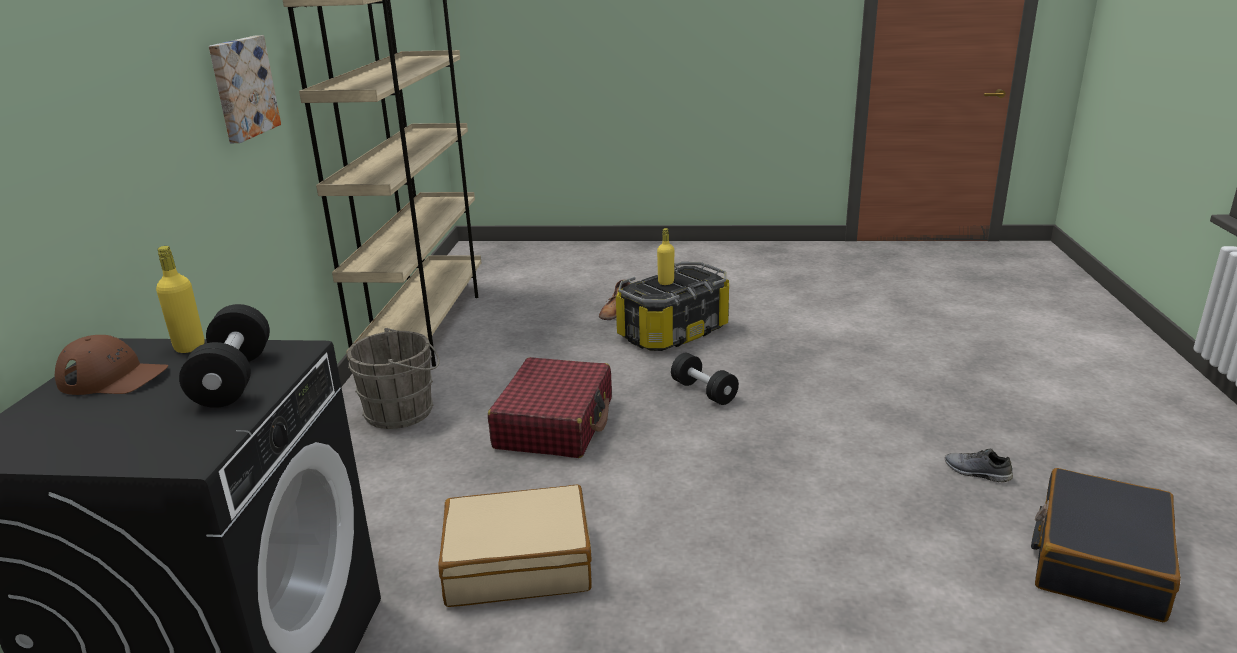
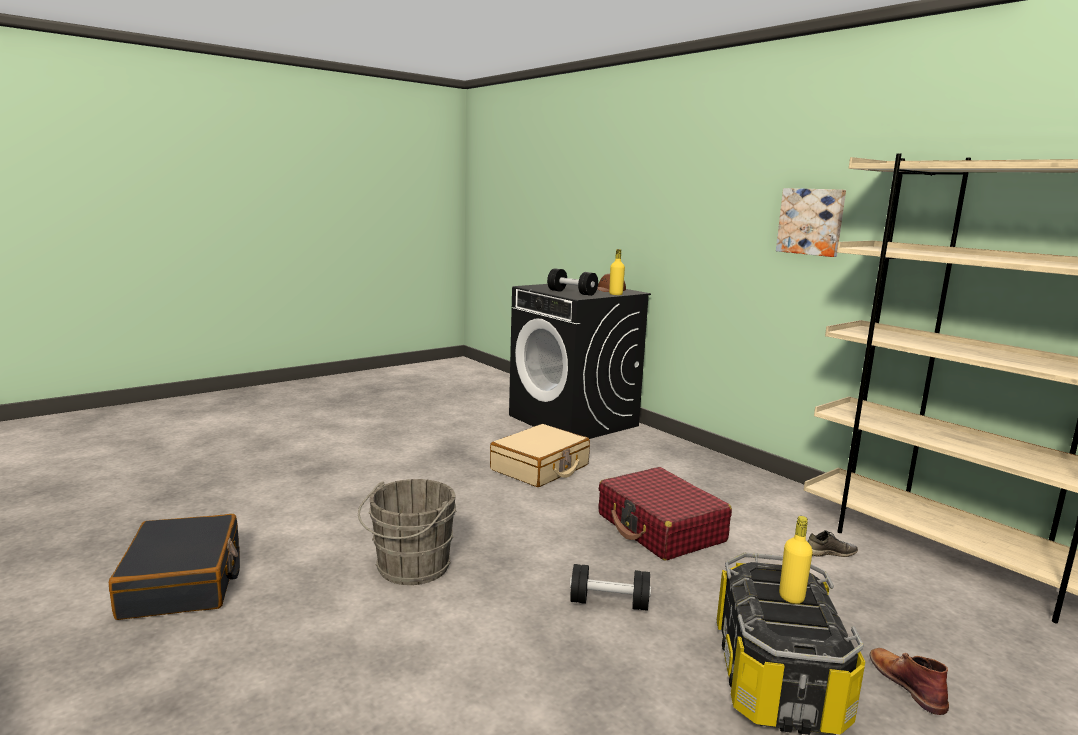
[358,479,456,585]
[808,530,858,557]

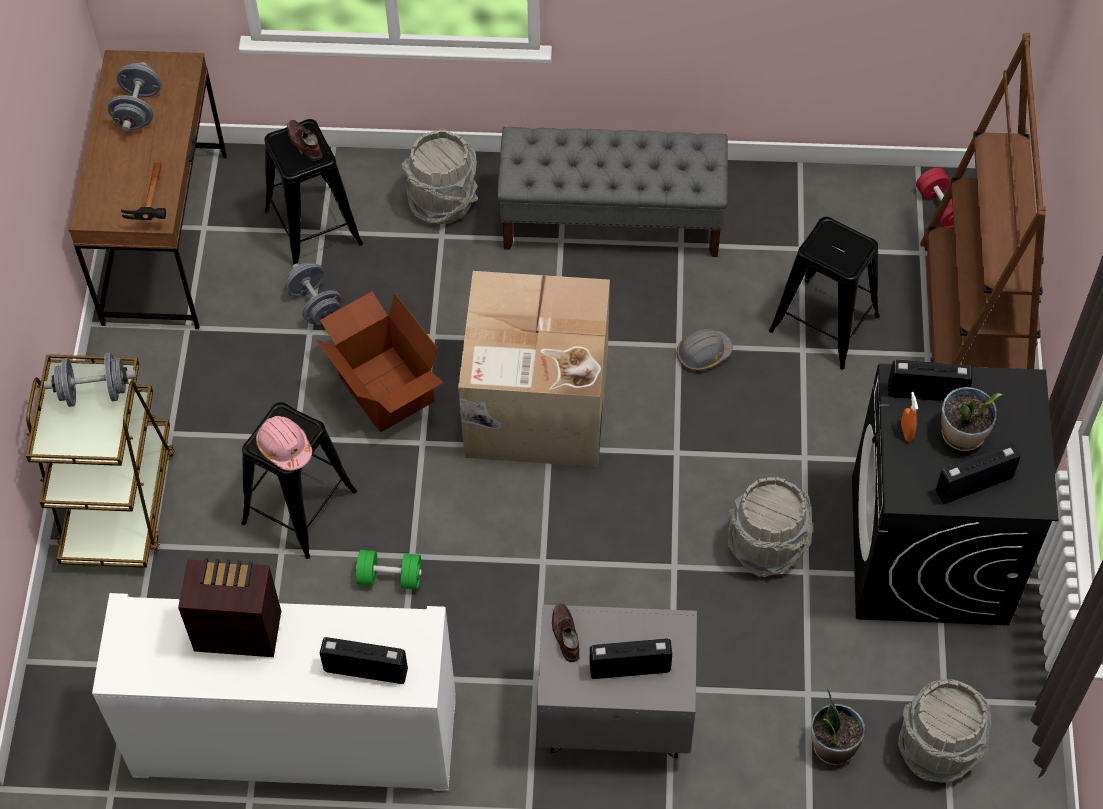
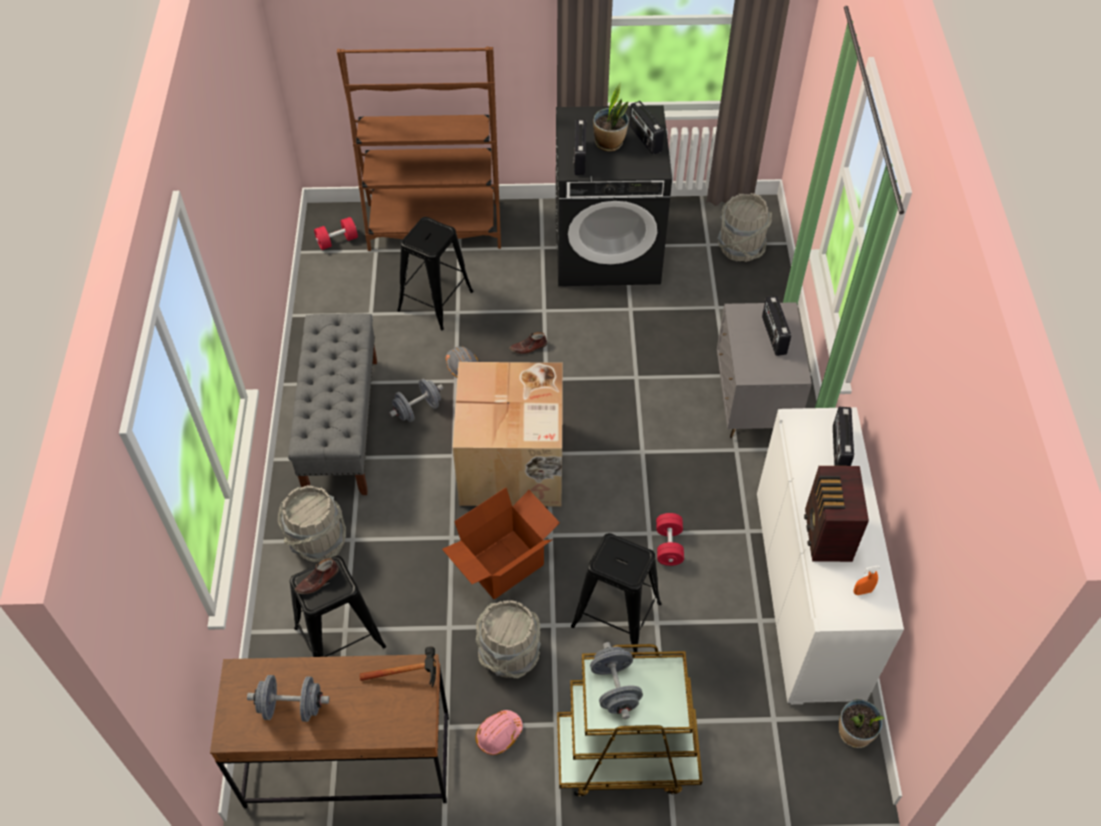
[476,710,523,755]
[389,379,443,422]
[510,332,547,354]
[476,600,541,678]
[839,699,885,748]
[853,566,880,595]
[656,513,684,566]

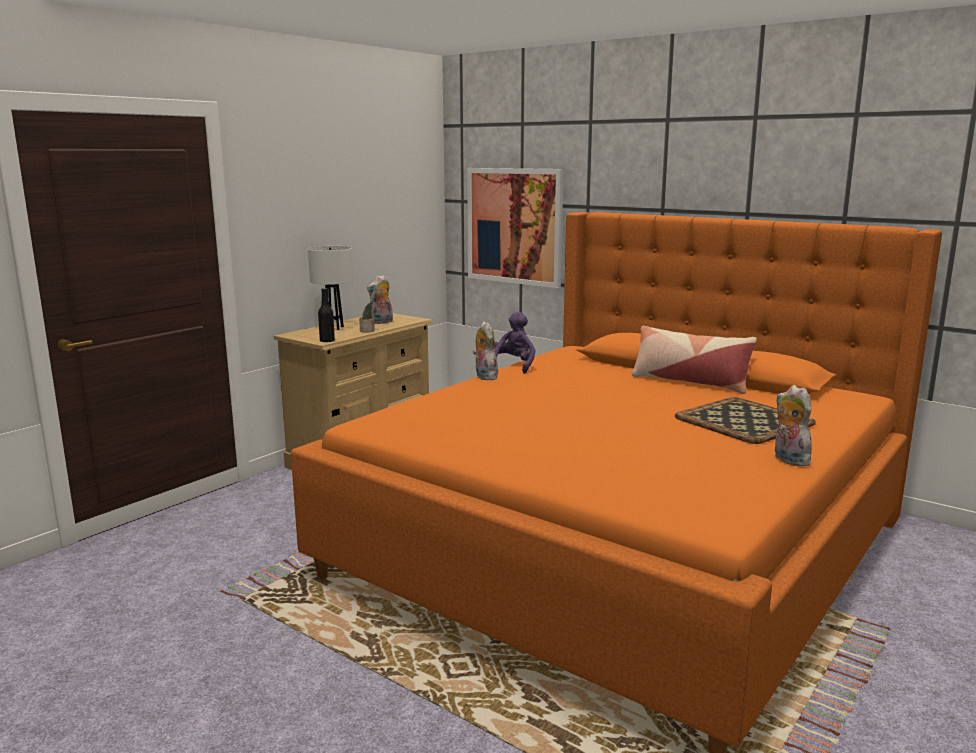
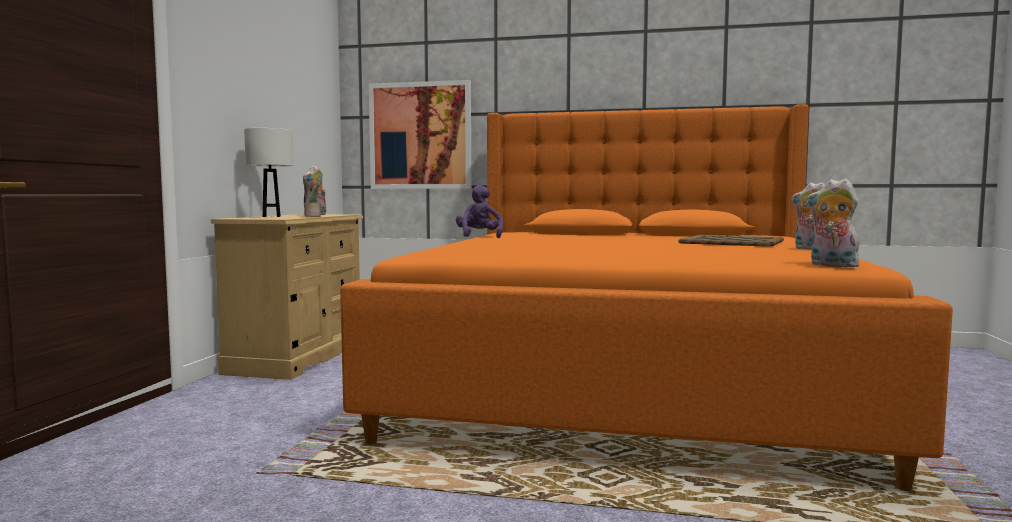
[318,288,335,343] (first image)
[632,326,757,394] (first image)
[806,179,859,267]

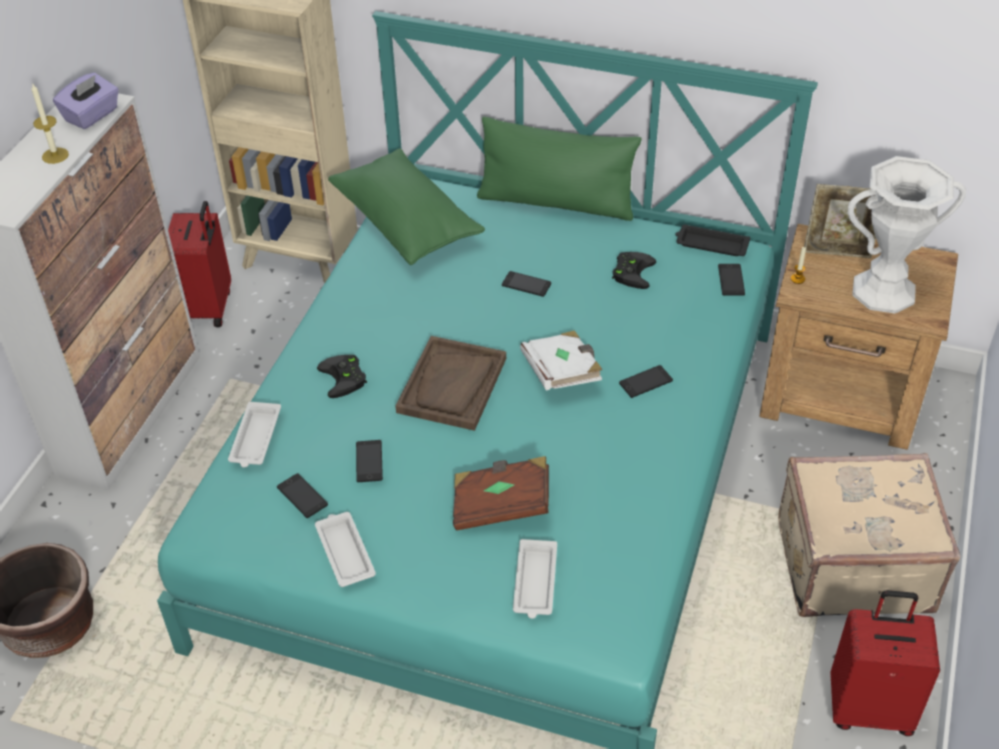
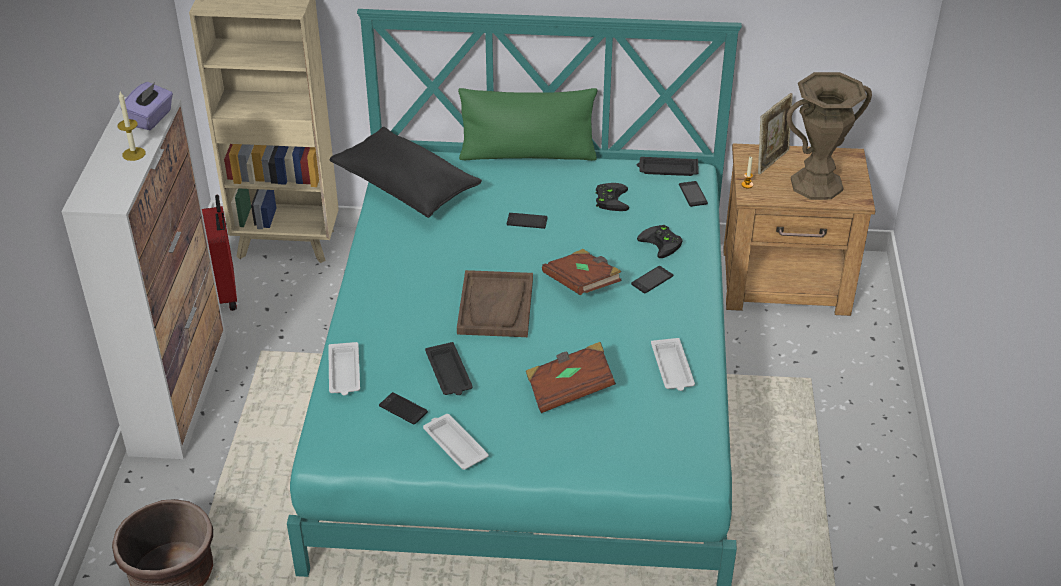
[778,453,961,617] (first image)
[830,590,940,736] (first image)
[637,225,683,258]
[651,338,695,391]
[425,342,473,395]
[329,127,482,218]
[542,249,621,295]
[786,72,872,200]
[758,93,793,175]

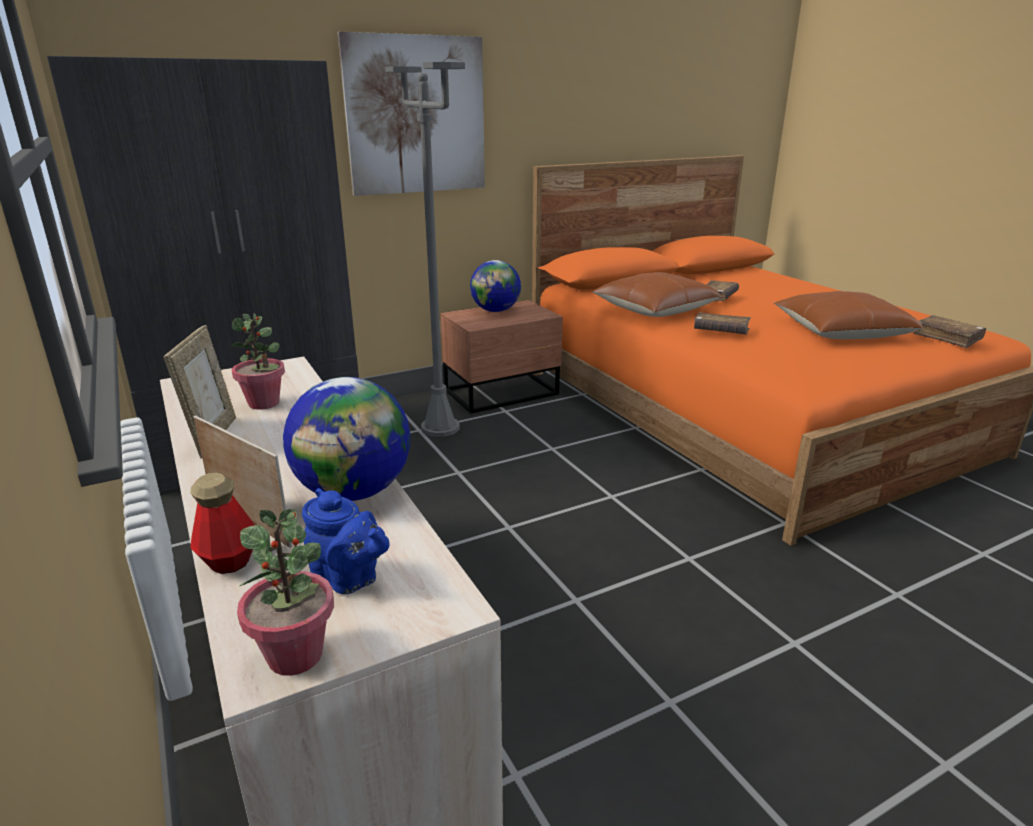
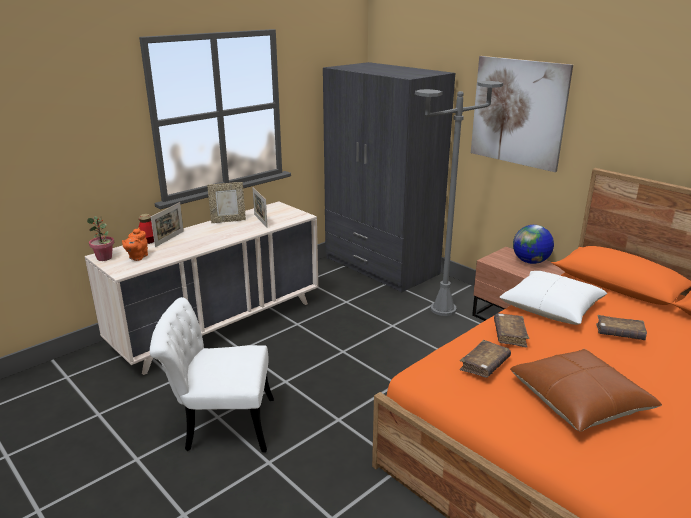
[283,377,411,501] (first image)
[150,297,274,452]
[460,340,511,378]
[252,187,268,228]
[122,227,148,261]
[500,271,607,325]

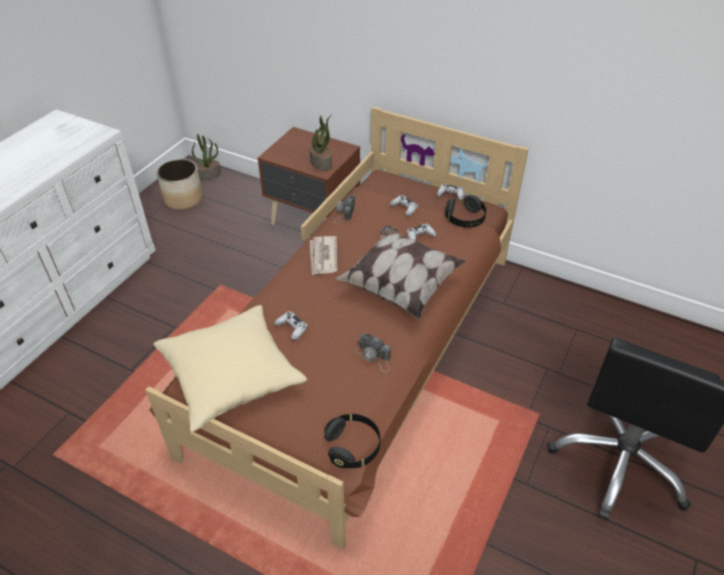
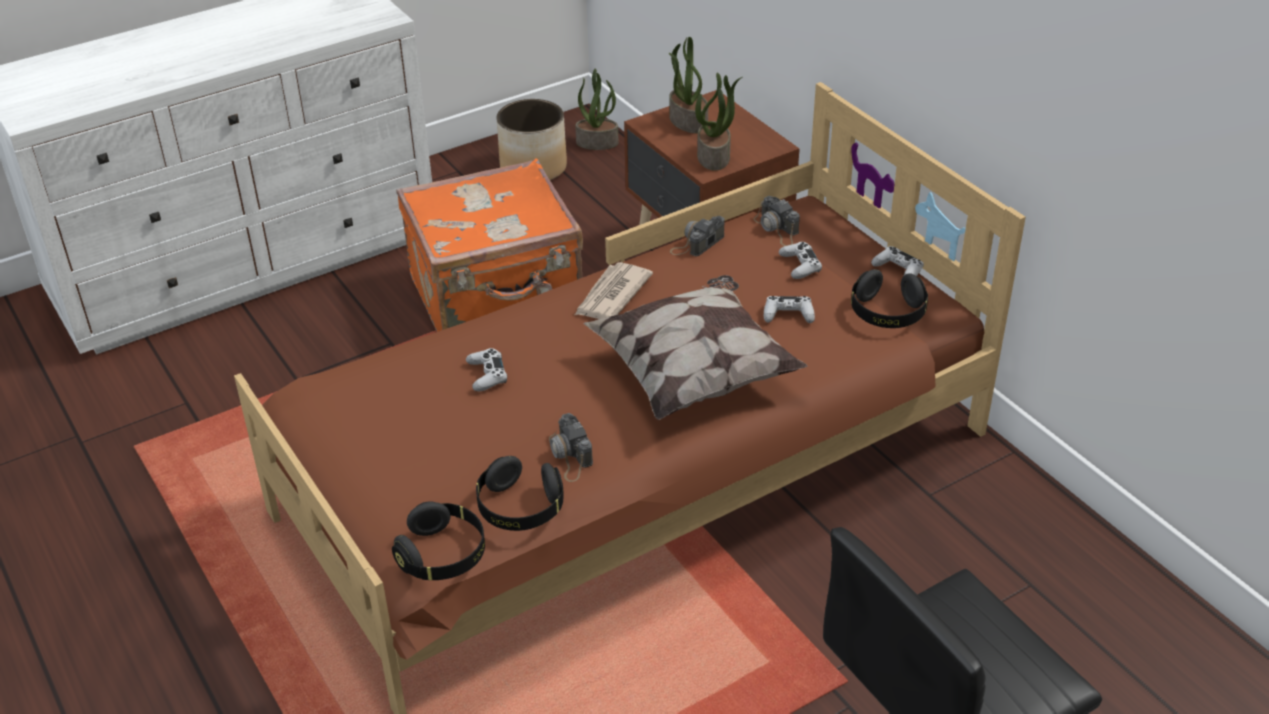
[154,305,307,432] (first image)
[396,158,583,332]
[476,456,564,531]
[669,37,708,133]
[754,196,800,246]

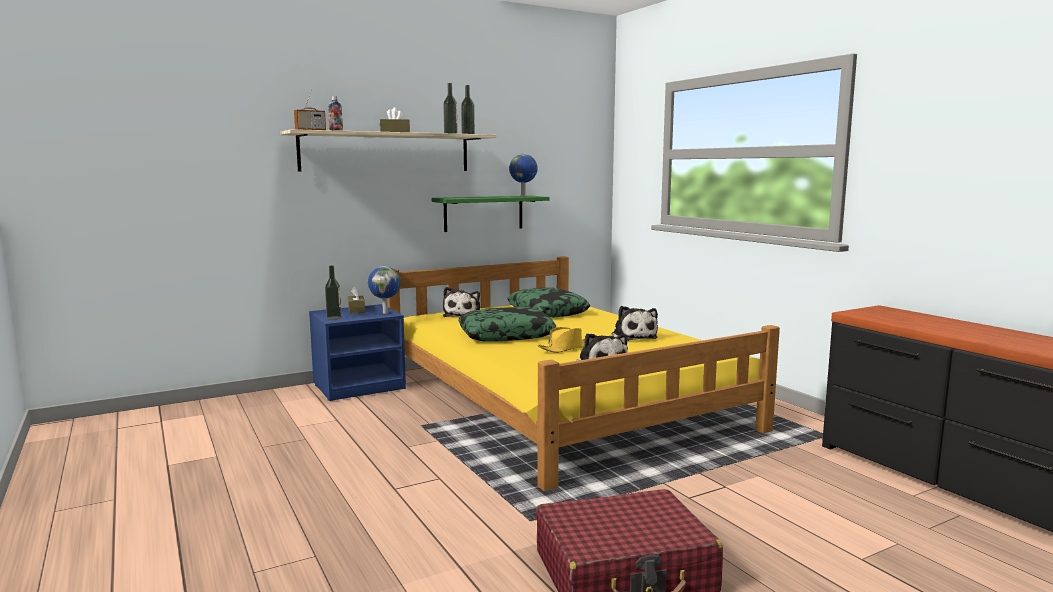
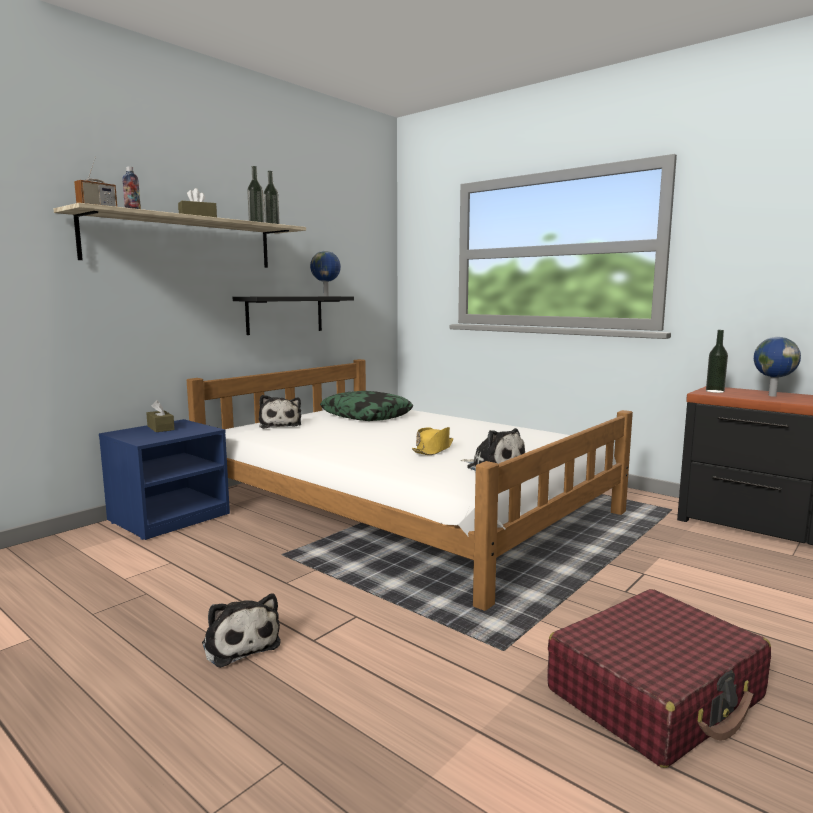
[458,307,557,341] (first image)
[706,330,728,393]
[754,337,801,397]
[202,593,281,668]
[187,359,633,611]
[233,296,354,335]

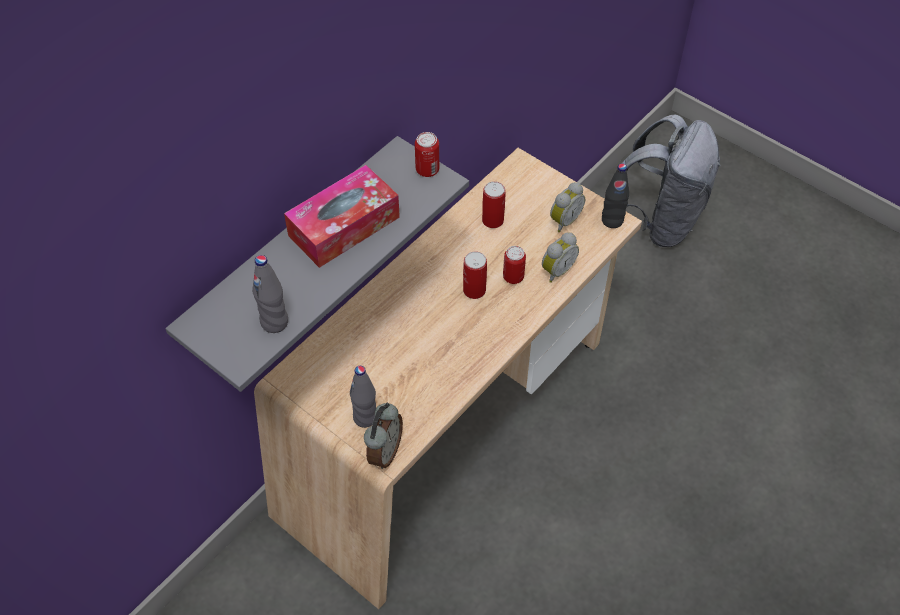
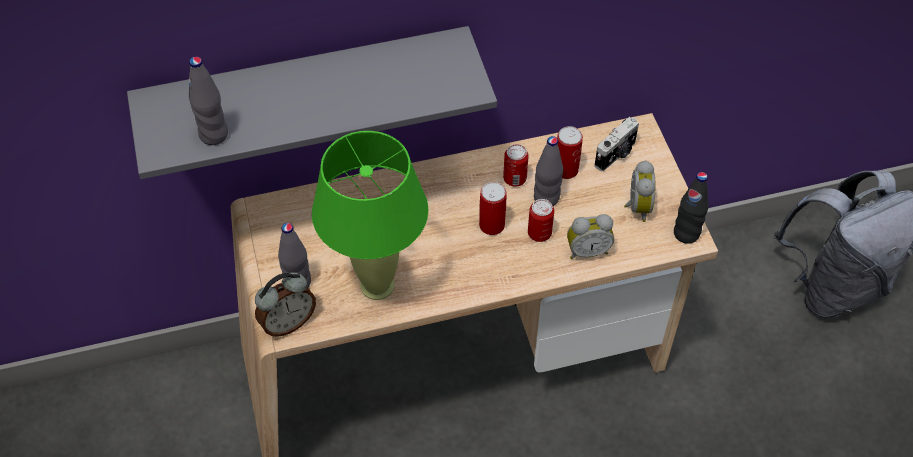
[284,165,400,268] (first image)
[312,131,428,300]
[534,136,563,206]
[595,117,639,171]
[503,144,529,187]
[624,160,655,222]

